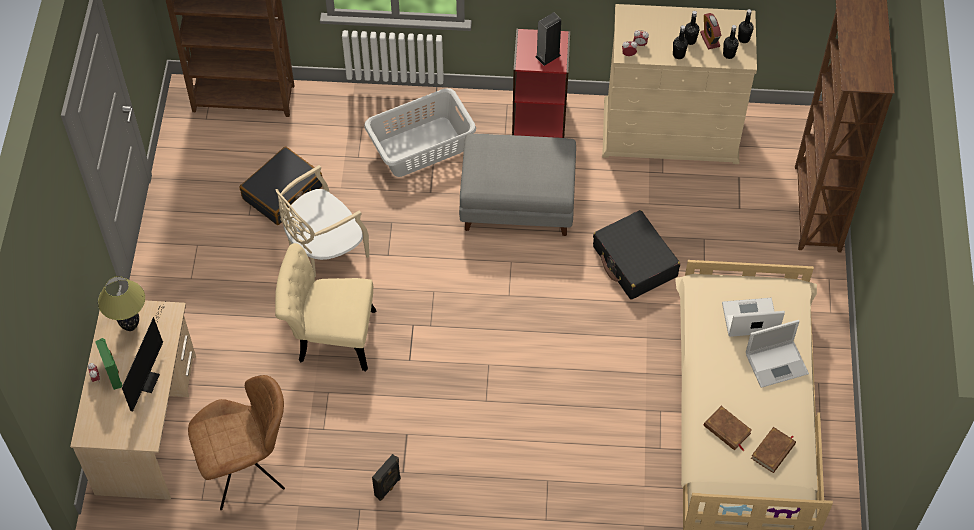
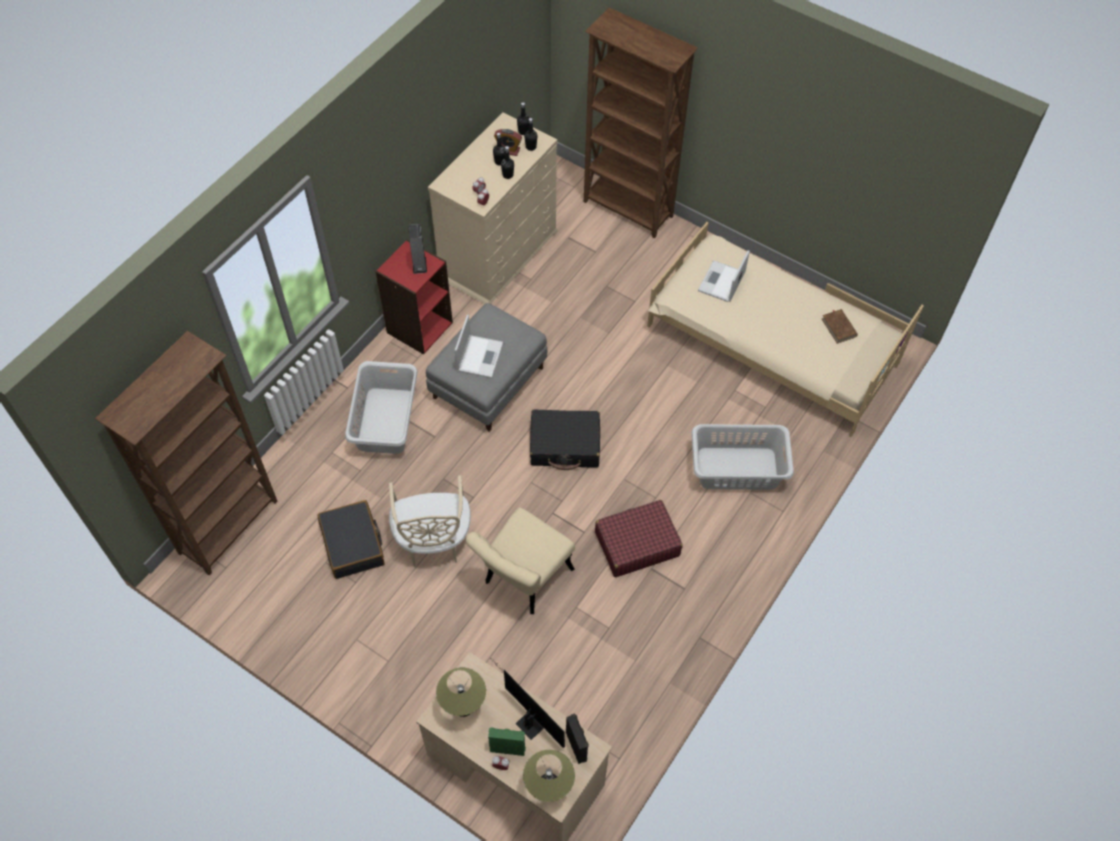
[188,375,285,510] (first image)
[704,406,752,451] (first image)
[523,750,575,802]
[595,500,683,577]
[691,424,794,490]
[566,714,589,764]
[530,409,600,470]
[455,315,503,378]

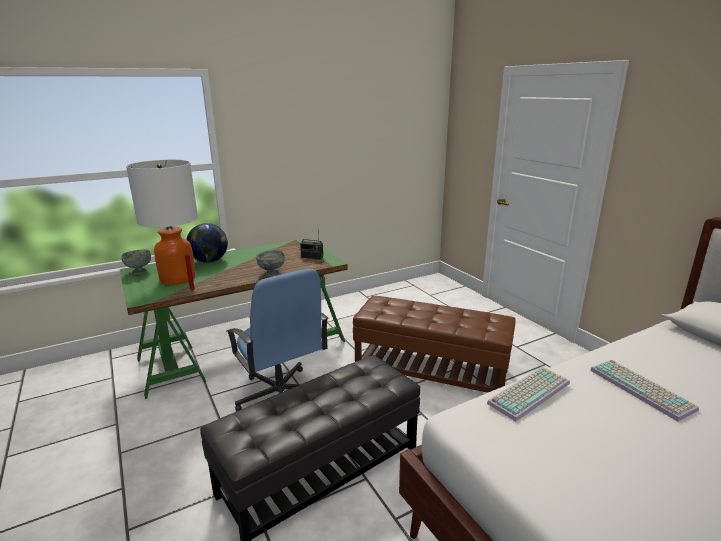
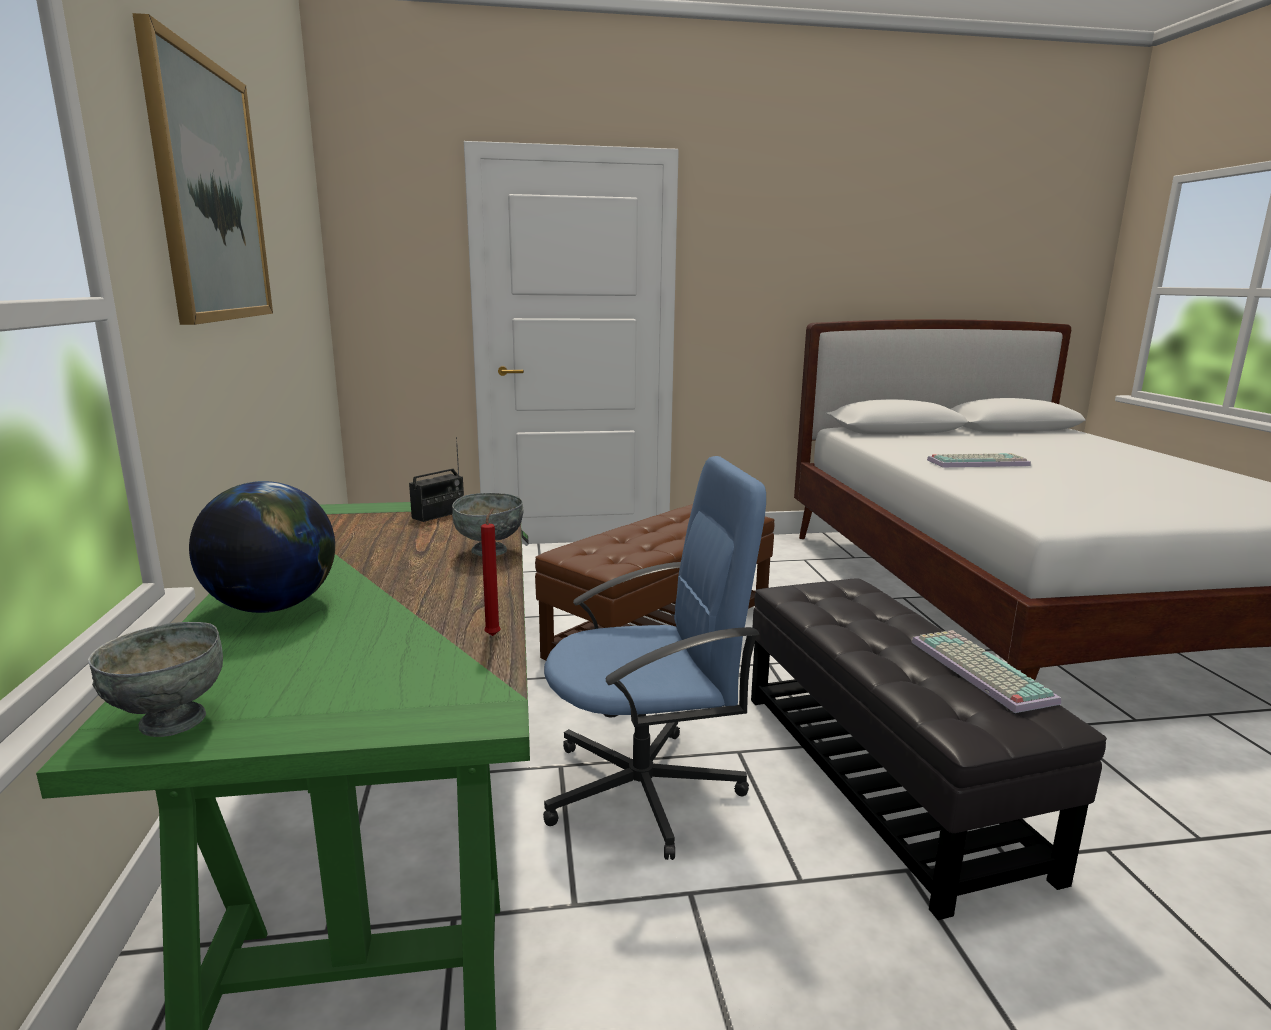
[126,160,198,285] (first image)
[132,13,273,325]
[911,630,1061,713]

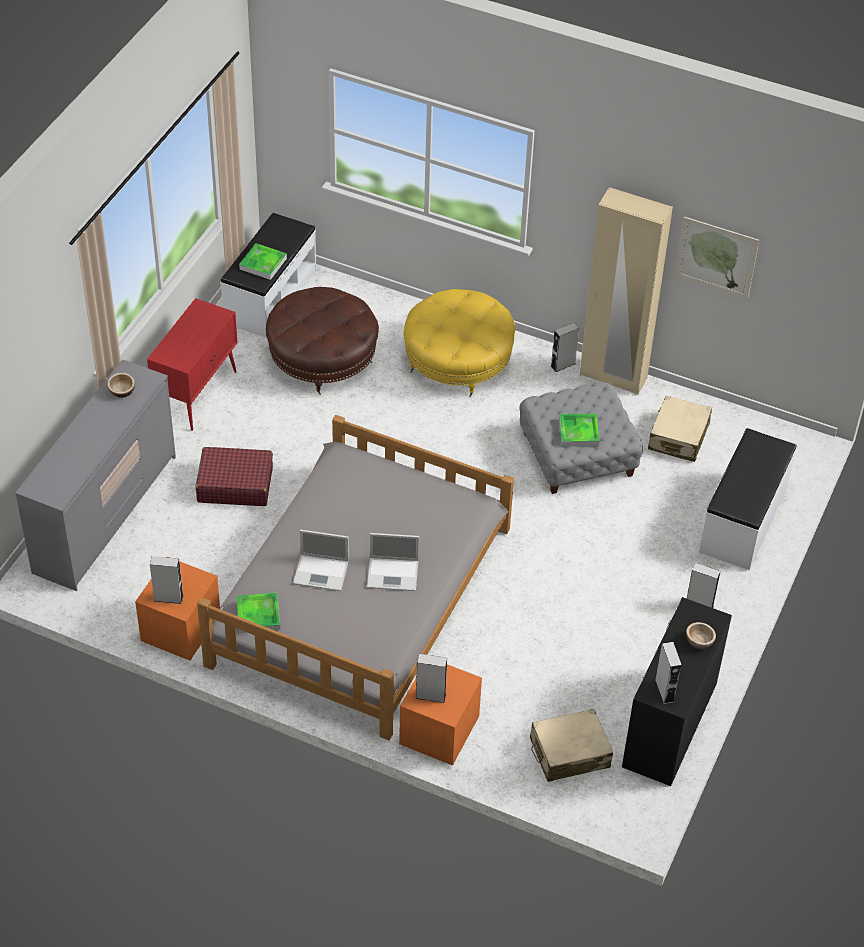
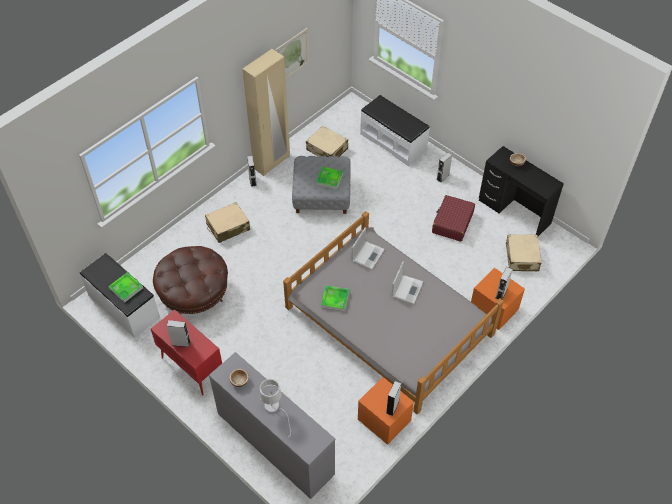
[259,379,291,437]
[432,195,475,242]
[321,285,349,311]
[351,227,385,270]
[167,320,191,347]
[205,202,250,243]

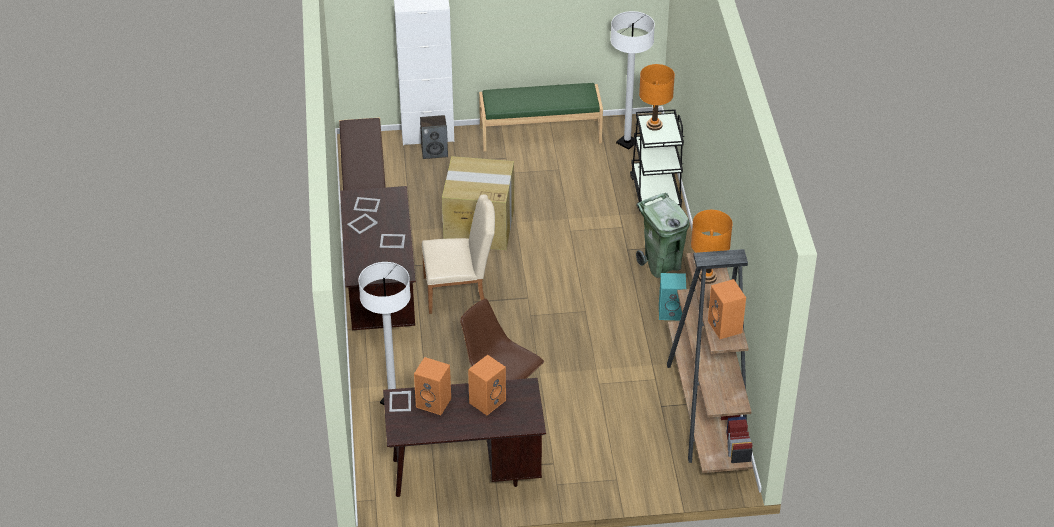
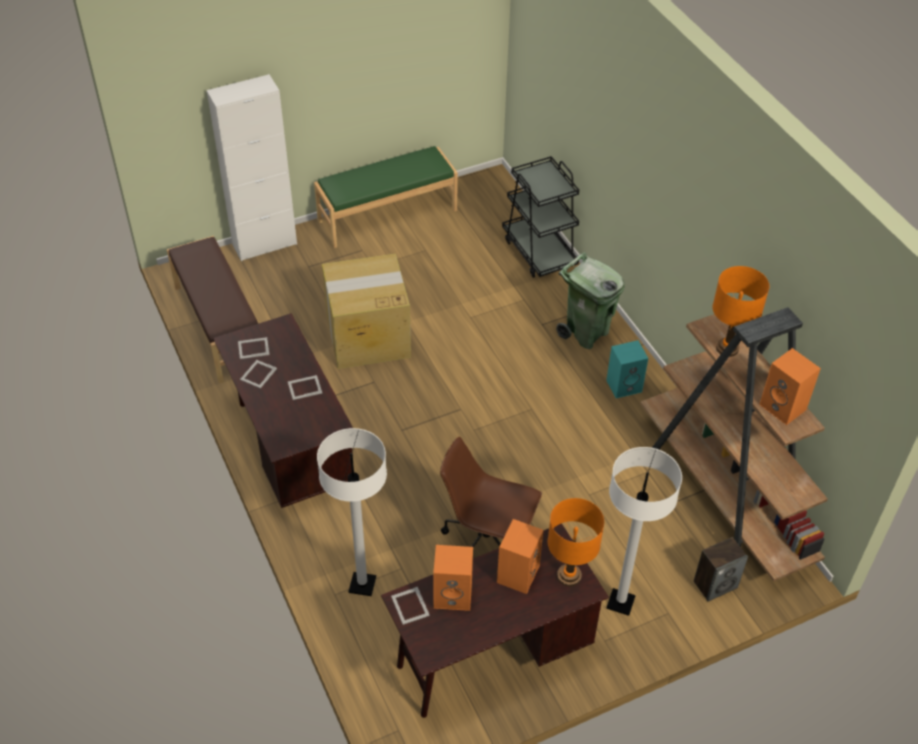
[422,194,495,314] (first image)
[694,537,748,602]
[606,447,682,616]
[548,498,604,587]

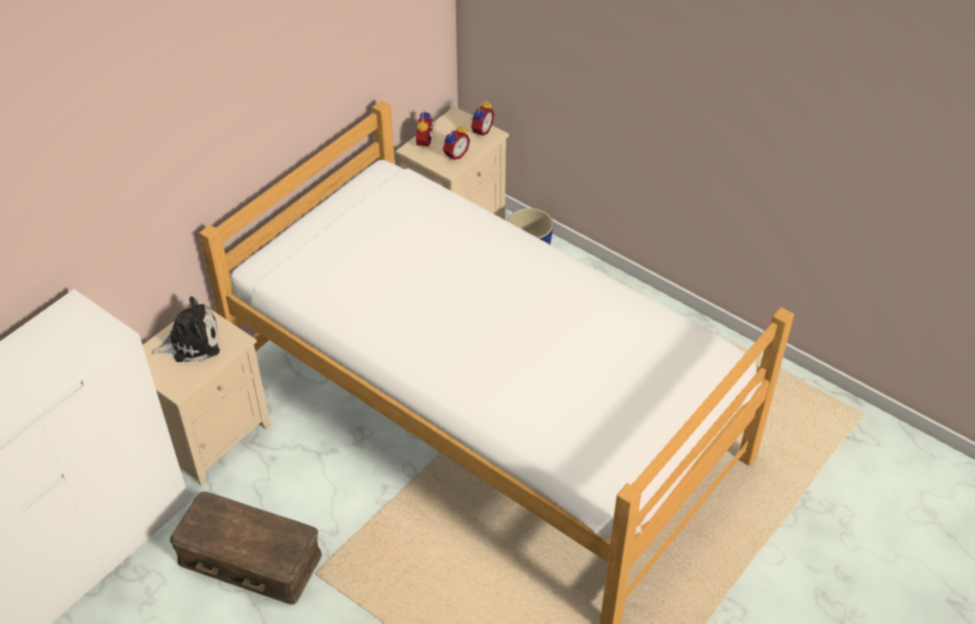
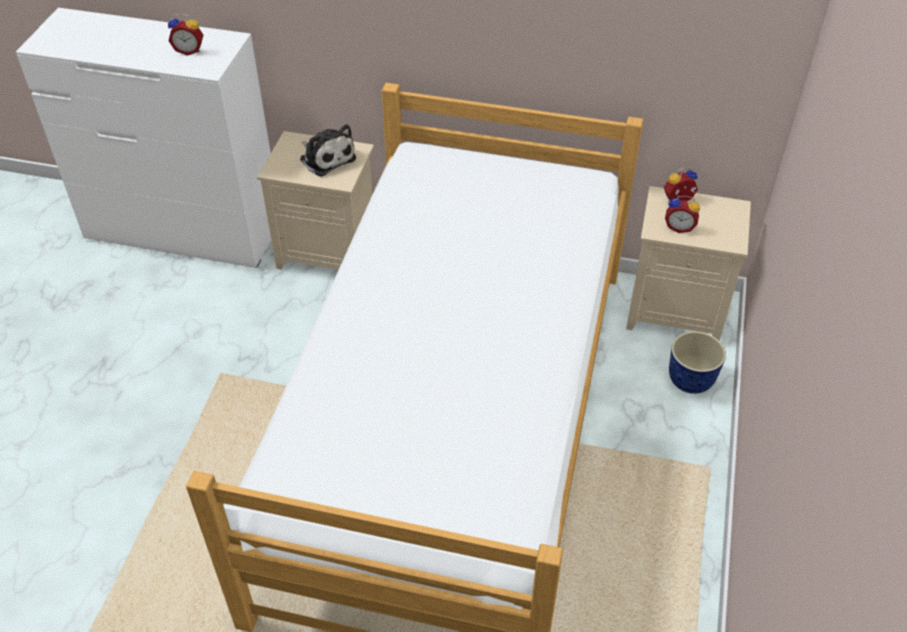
[170,492,322,605] (first image)
[168,13,203,56]

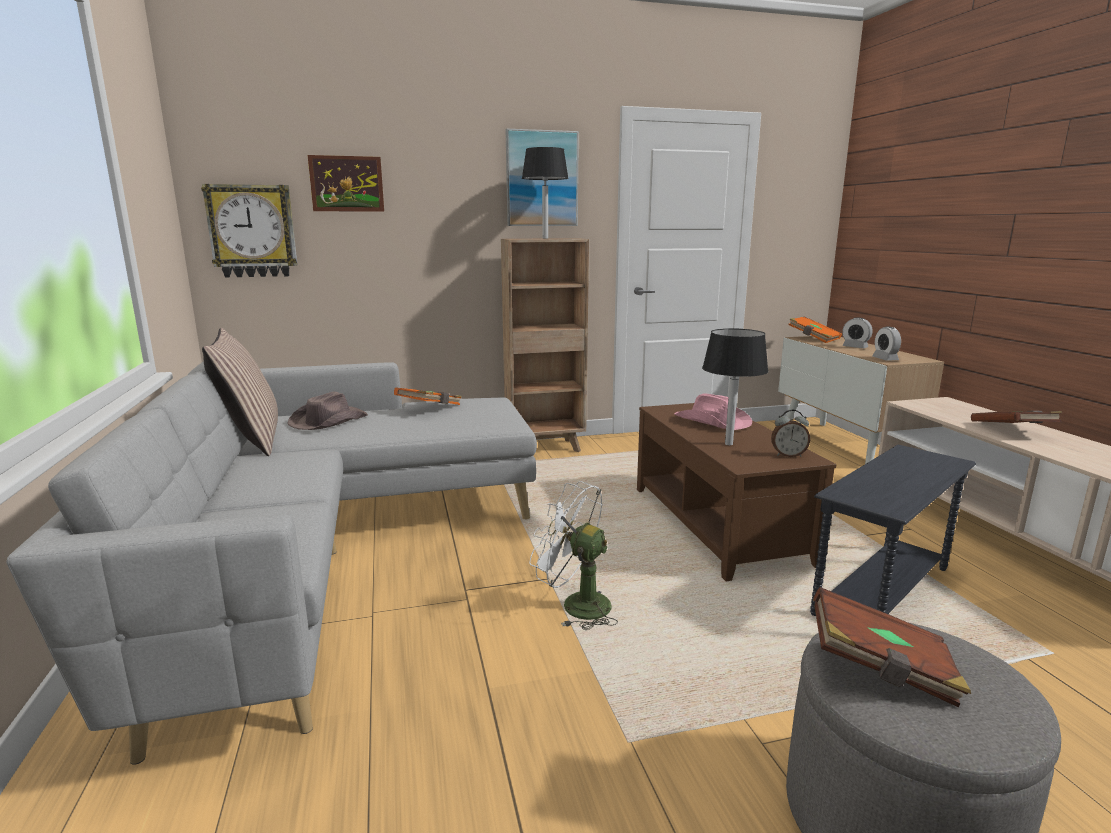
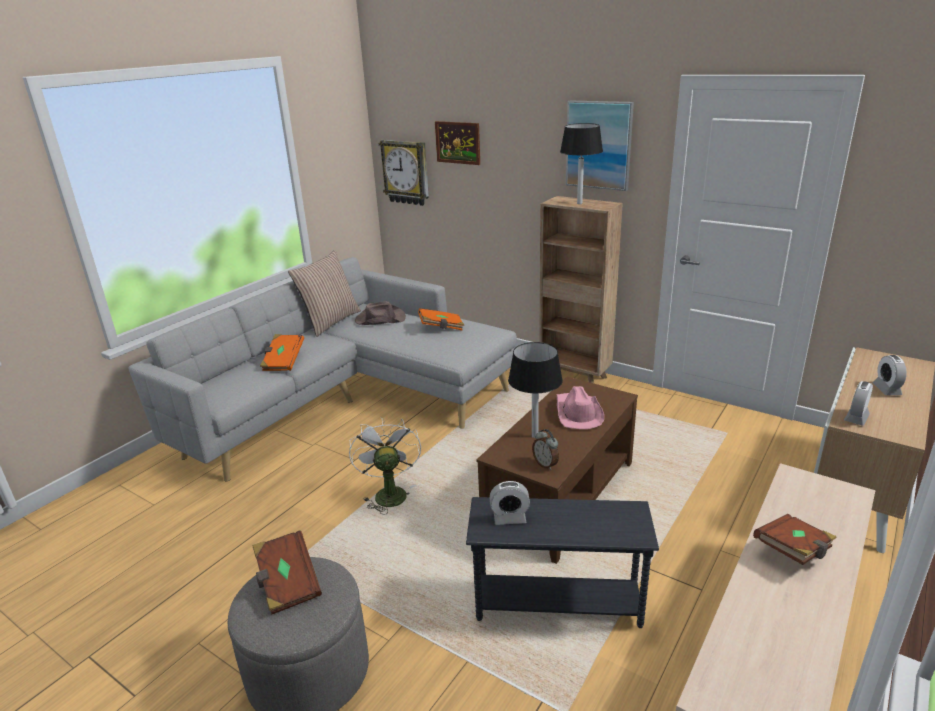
[490,481,530,525]
[260,334,304,371]

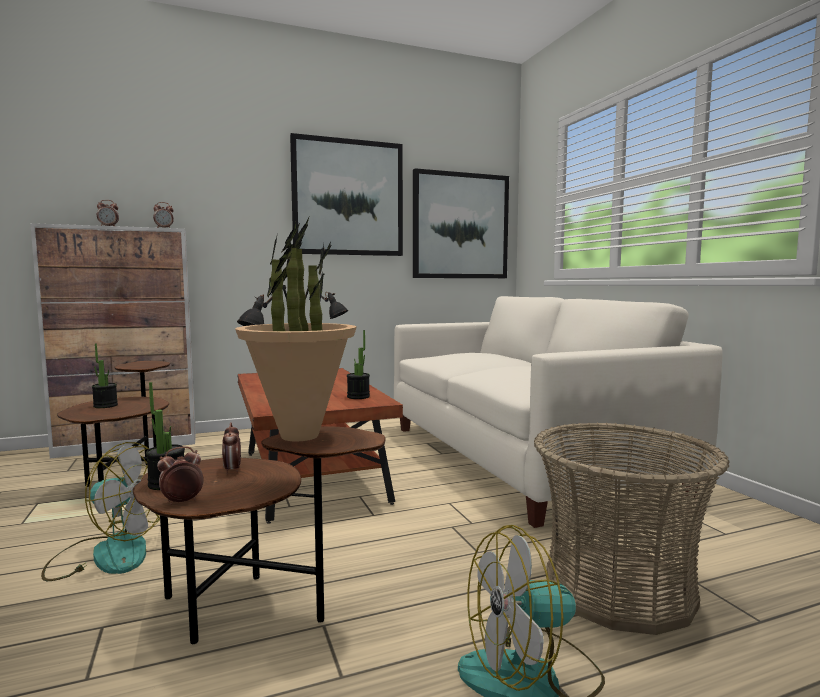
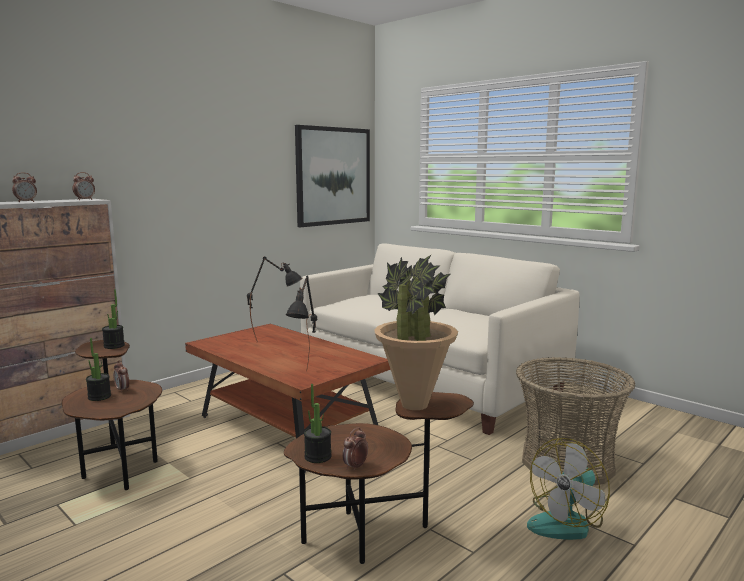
[41,442,160,581] (first image)
[290,133,403,256] (first image)
[113,360,129,393]
[102,289,125,349]

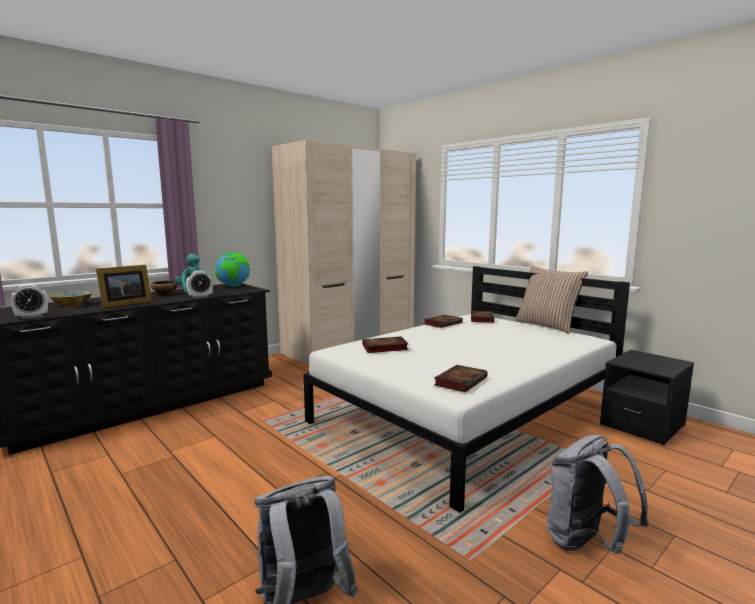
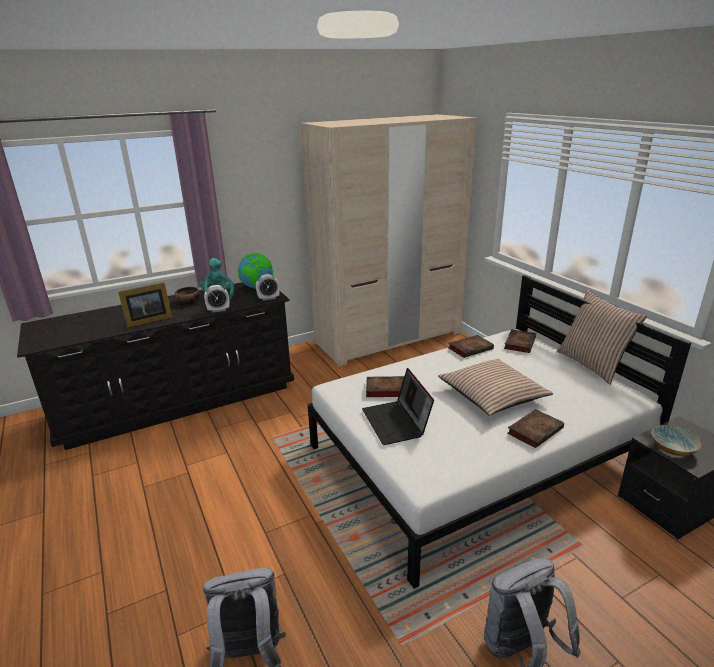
[362,368,434,445]
[438,359,553,416]
[256,274,280,301]
[651,425,702,456]
[507,409,564,448]

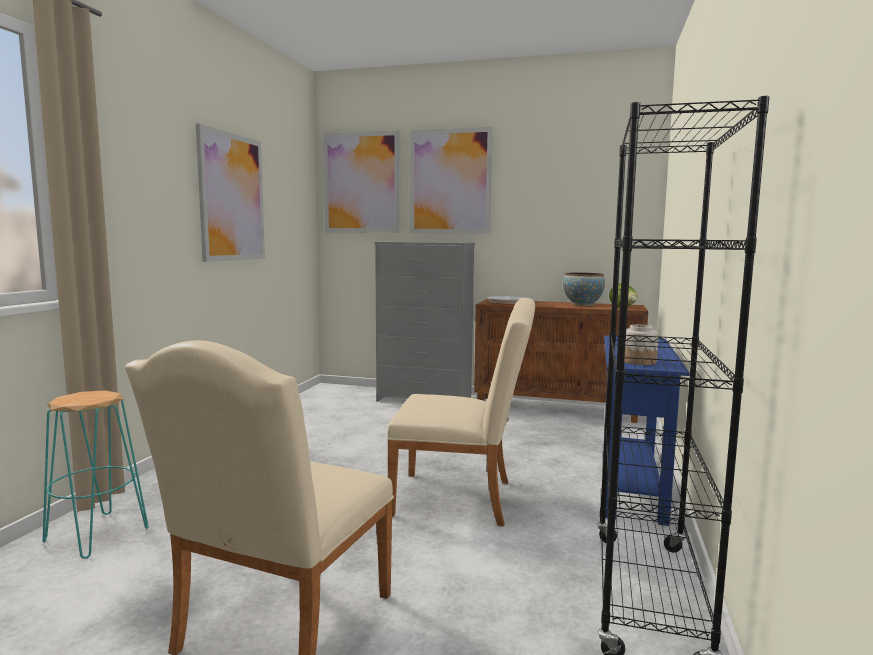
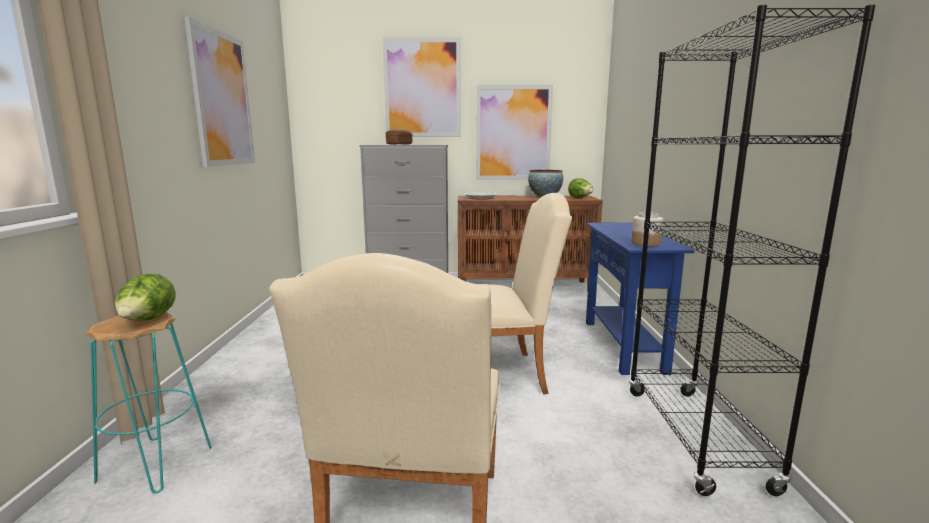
[114,273,176,321]
[386,130,412,145]
[476,85,553,180]

